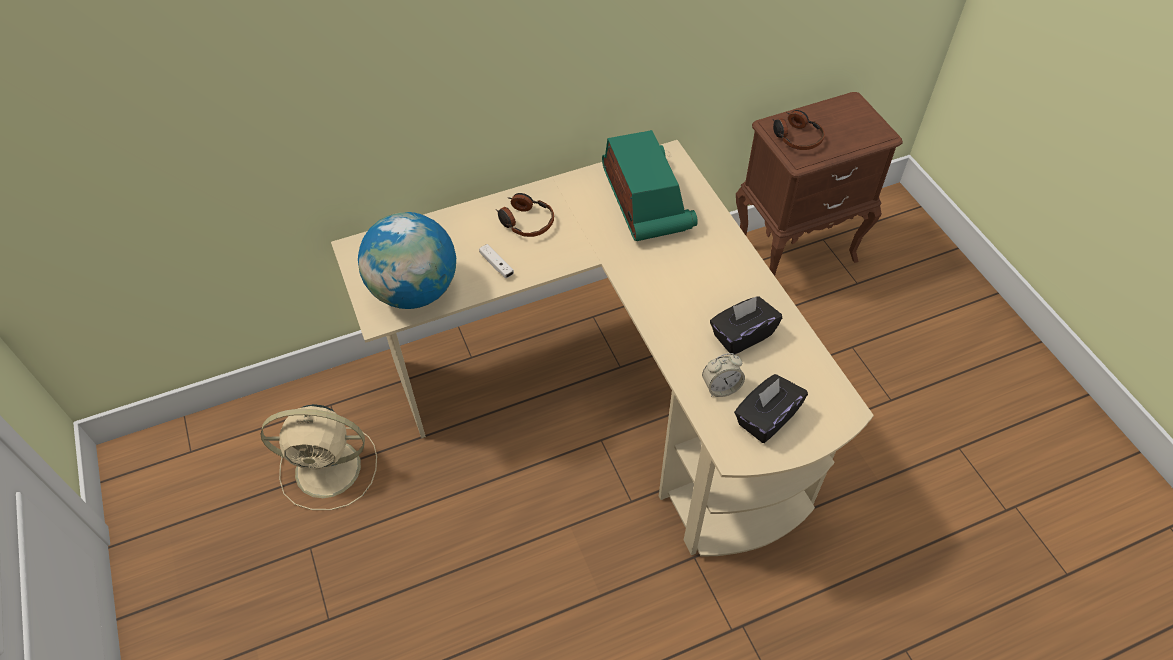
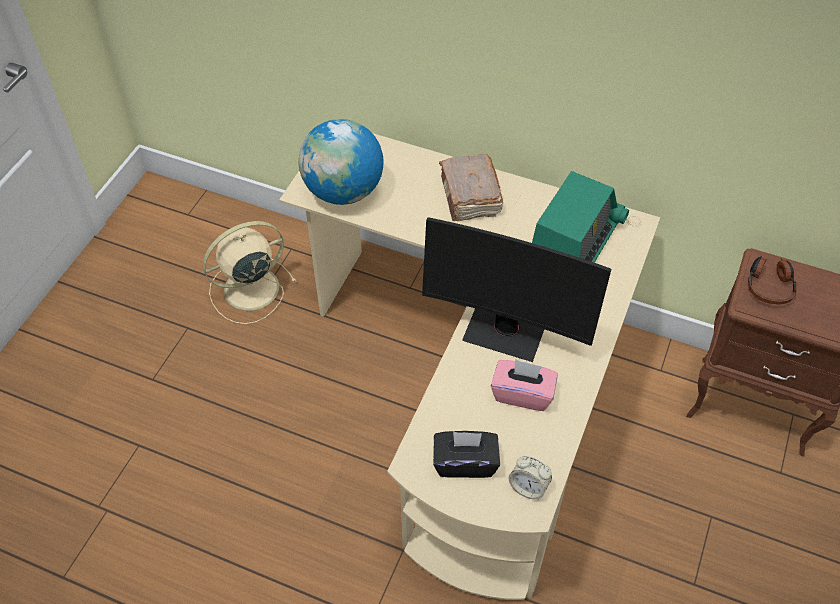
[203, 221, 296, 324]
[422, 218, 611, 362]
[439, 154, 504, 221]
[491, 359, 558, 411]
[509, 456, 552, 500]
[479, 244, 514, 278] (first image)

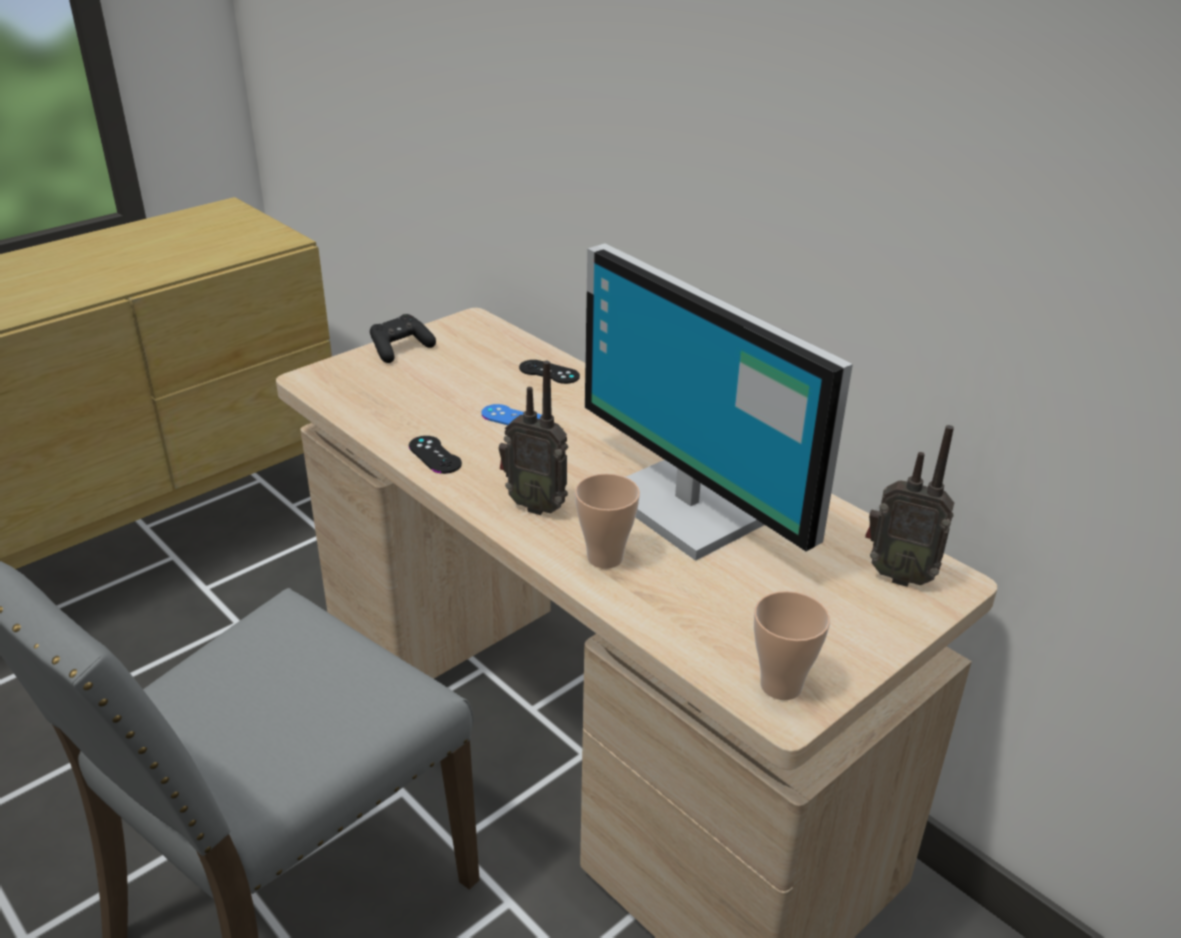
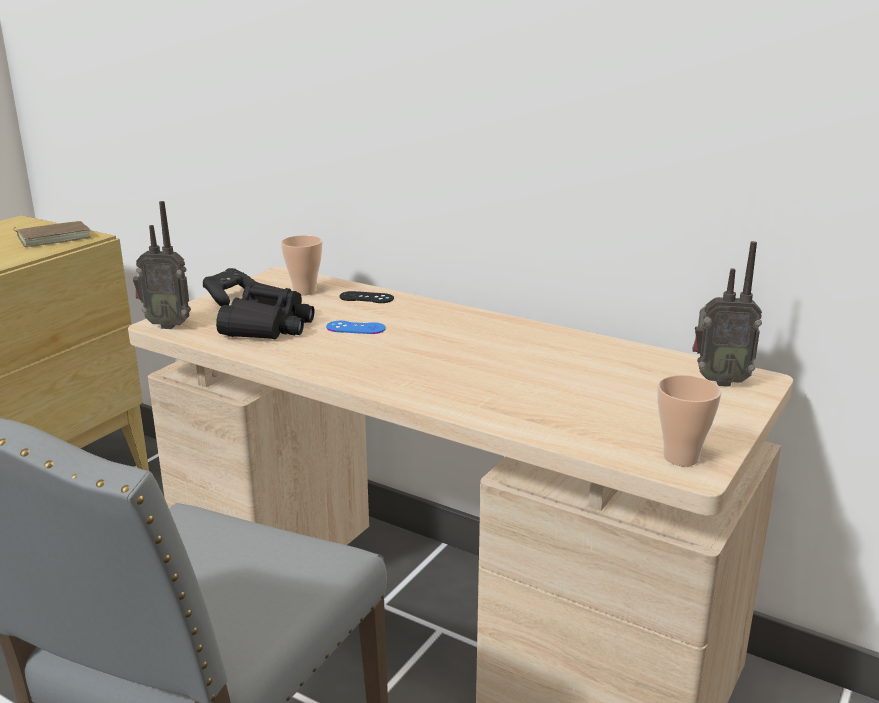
[13, 221, 90, 247]
[133, 201, 191, 329]
[216, 282, 314, 339]
[281, 235, 323, 295]
[409, 436, 462, 474] (first image)
[585, 243, 853, 561] (first image)

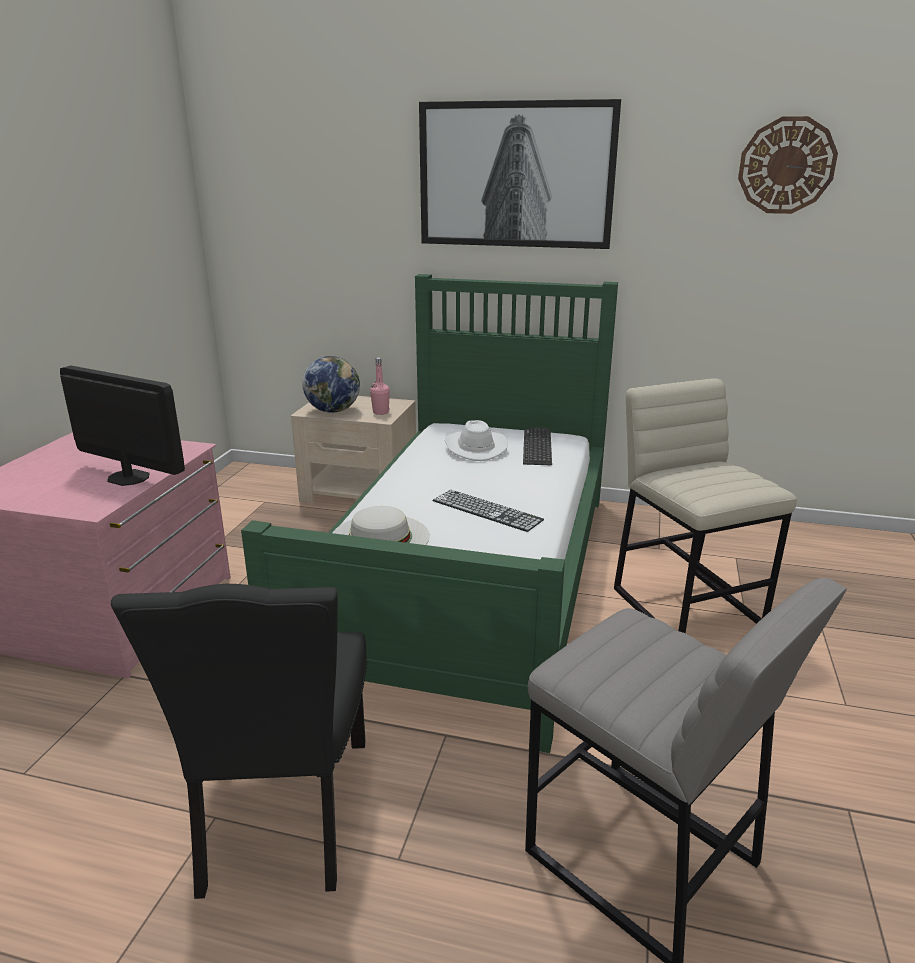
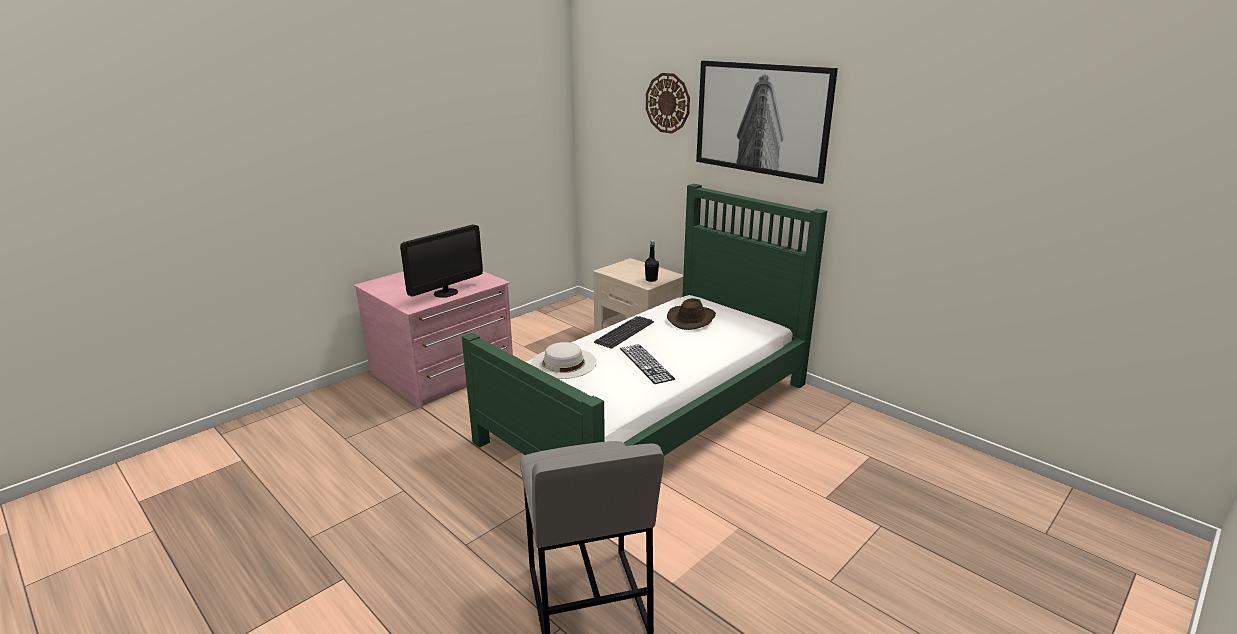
[400, 224, 483, 298]
[594, 316, 654, 348]
[645, 240, 659, 282]
[646, 73, 690, 134]
[667, 298, 716, 330]
[111, 584, 367, 899] (first image)
[302, 356, 360, 413] (first image)
[614, 379, 797, 633] (first image)

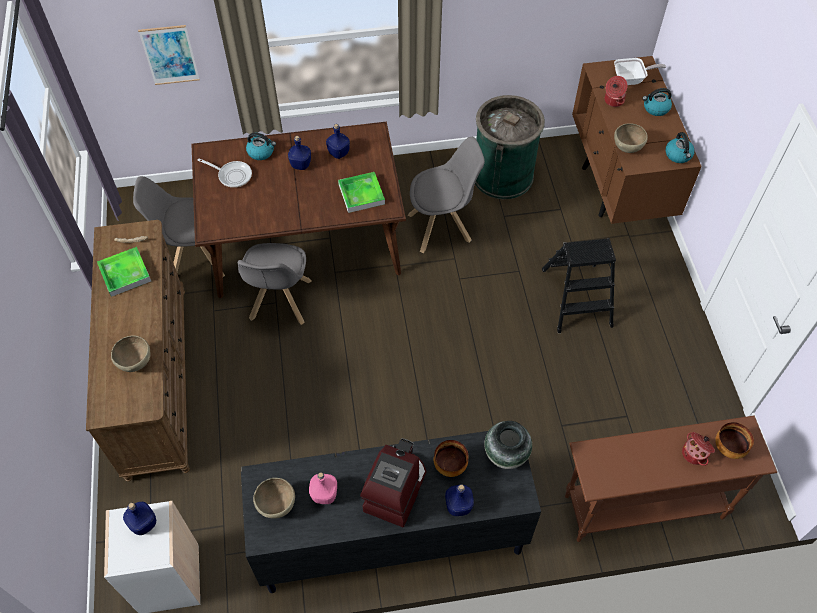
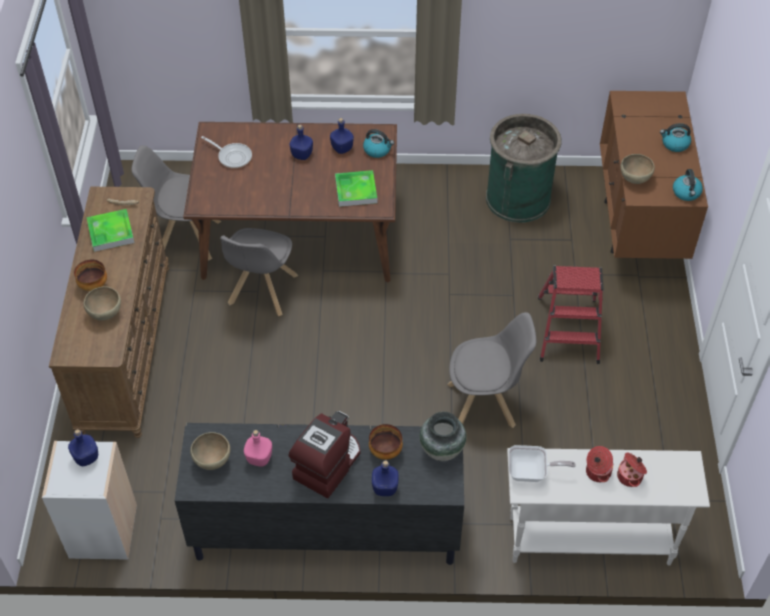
[74, 259, 107, 291]
[363, 129, 394, 158]
[447, 312, 536, 428]
[507, 448, 710, 566]
[509, 445, 576, 482]
[538, 265, 604, 364]
[586, 446, 614, 482]
[138, 25, 200, 85] (first image)

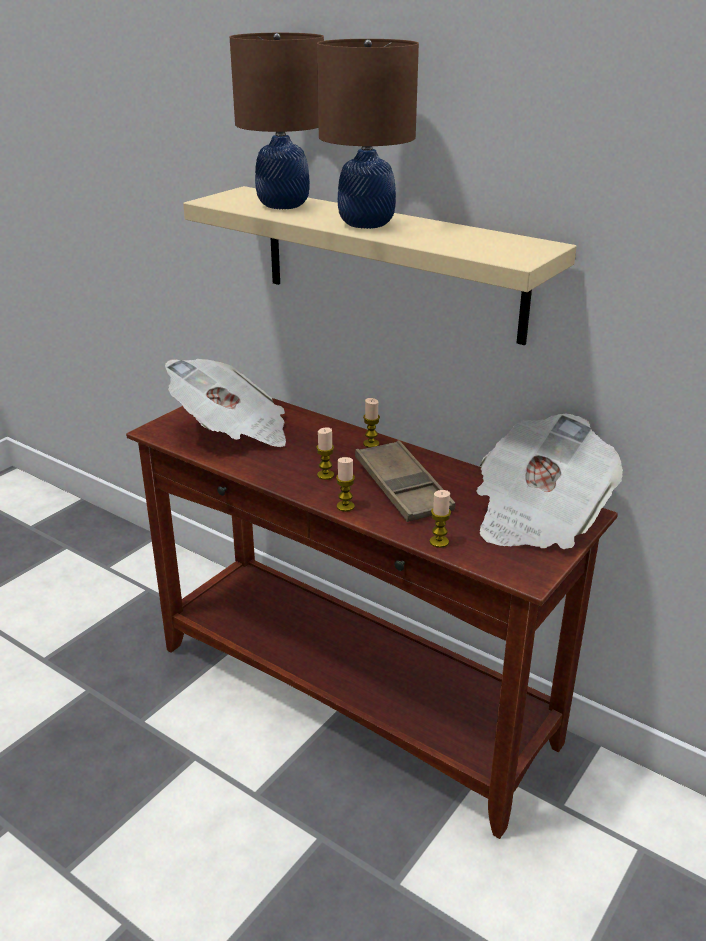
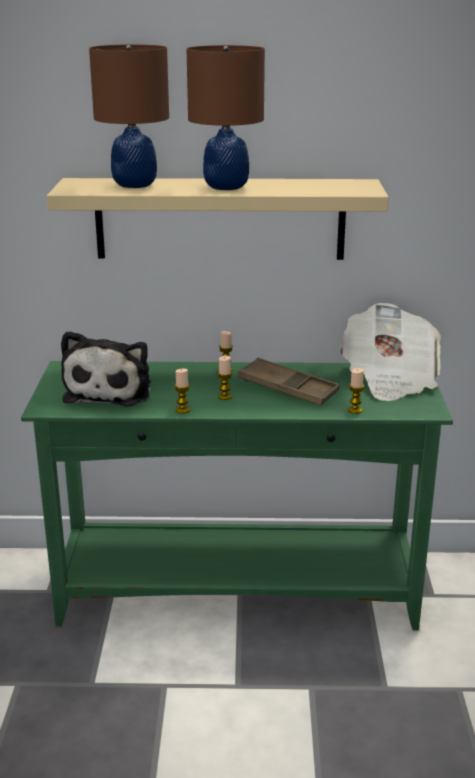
[21, 361, 453, 631]
[61, 331, 151, 407]
[174, 369, 190, 414]

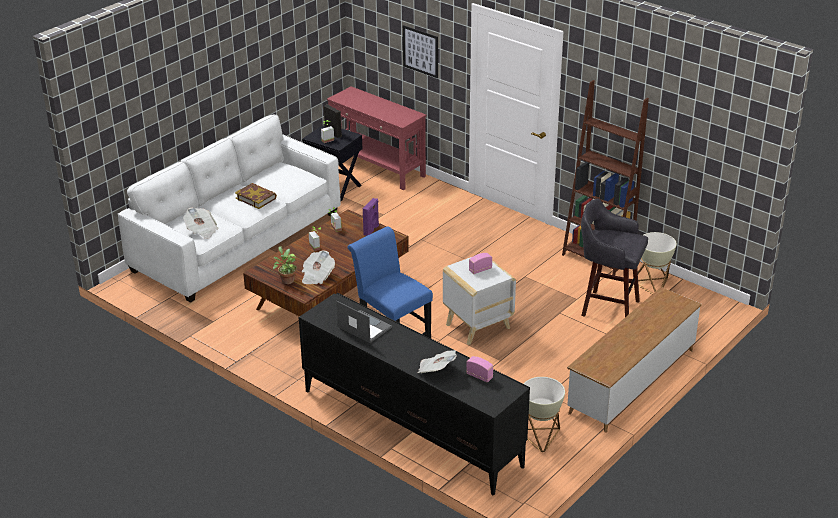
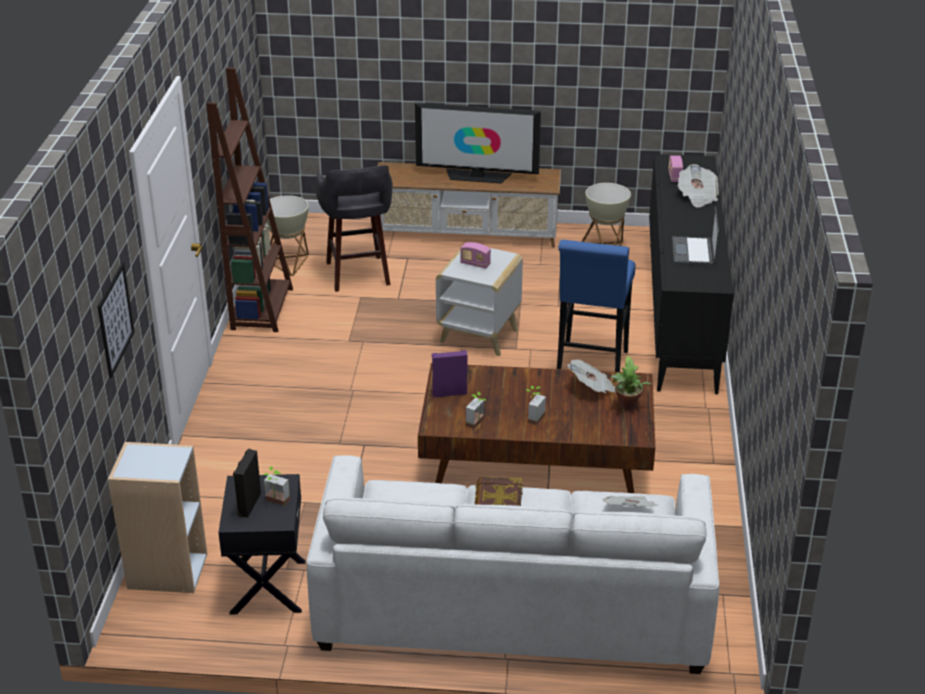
[108, 442, 207, 593]
[415, 103, 541, 183]

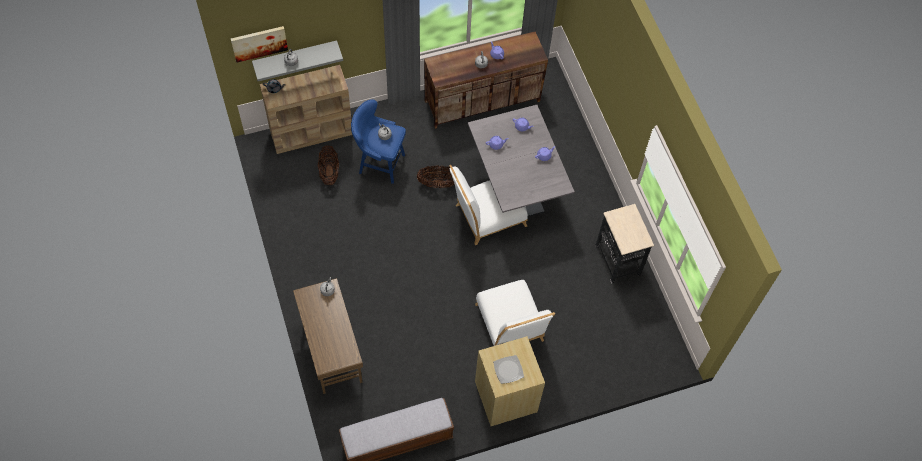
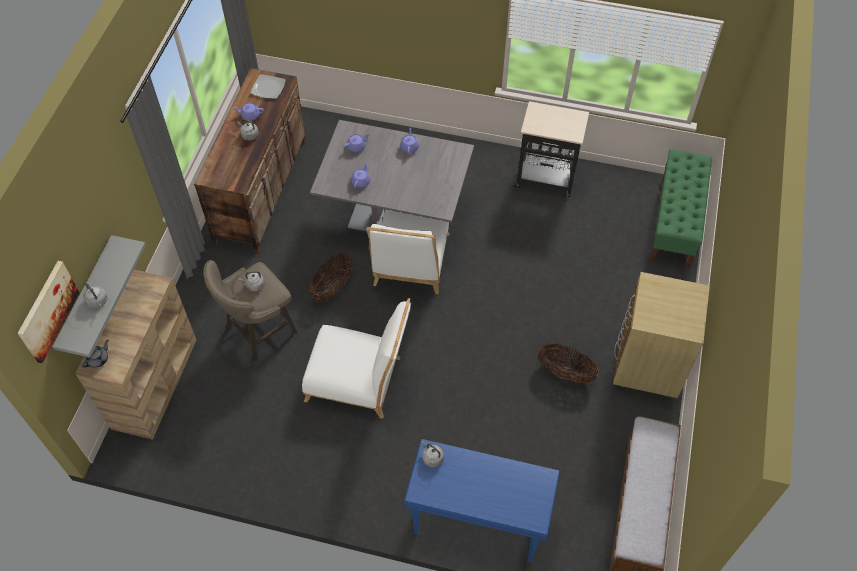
[203, 260, 297, 362]
[251, 74, 286, 99]
[302, 298, 411, 419]
[404, 439, 560, 562]
[538, 343, 599, 383]
[649, 149, 712, 269]

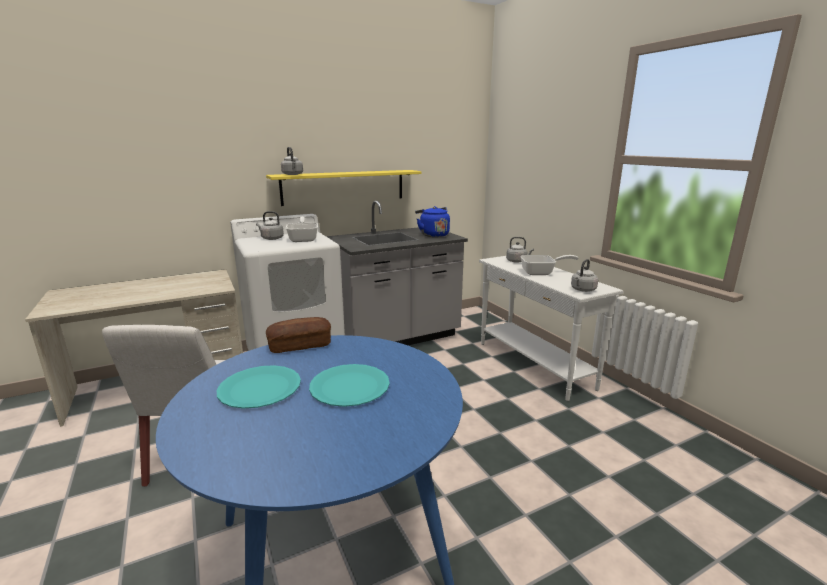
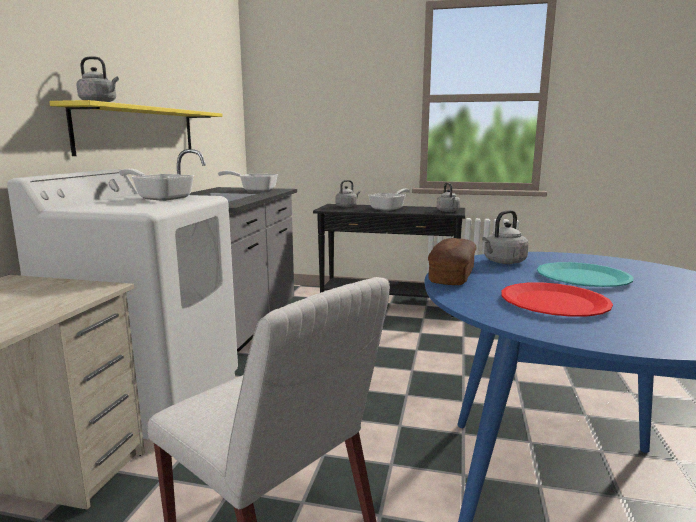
[218, 171, 278, 192]
[313, 204, 465, 318]
[482, 210, 529, 264]
[501, 282, 613, 317]

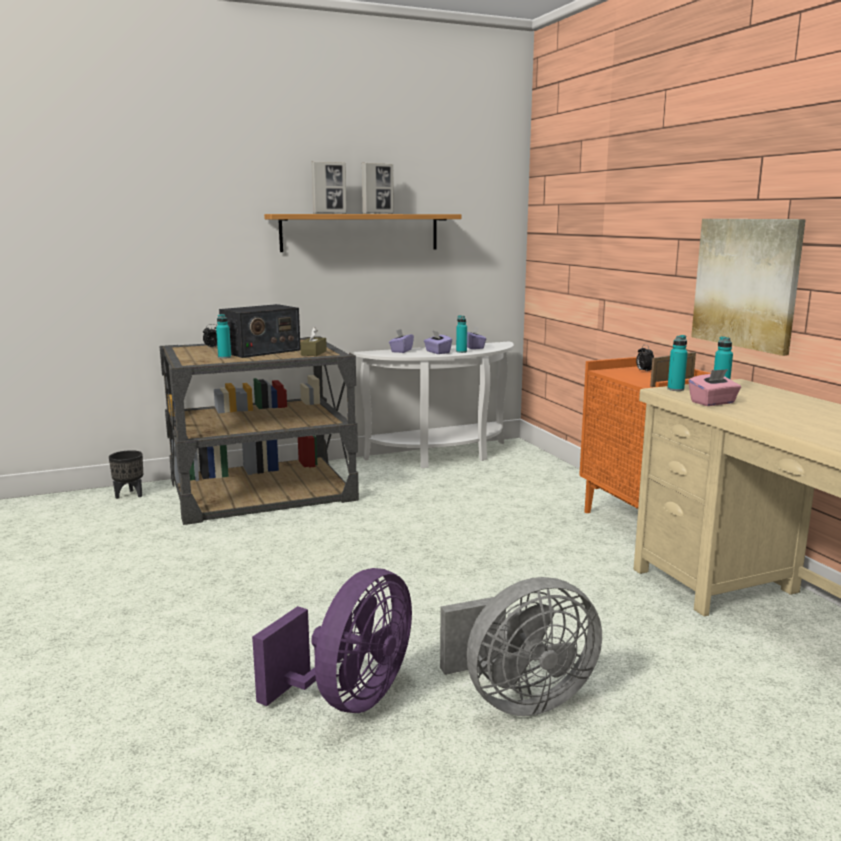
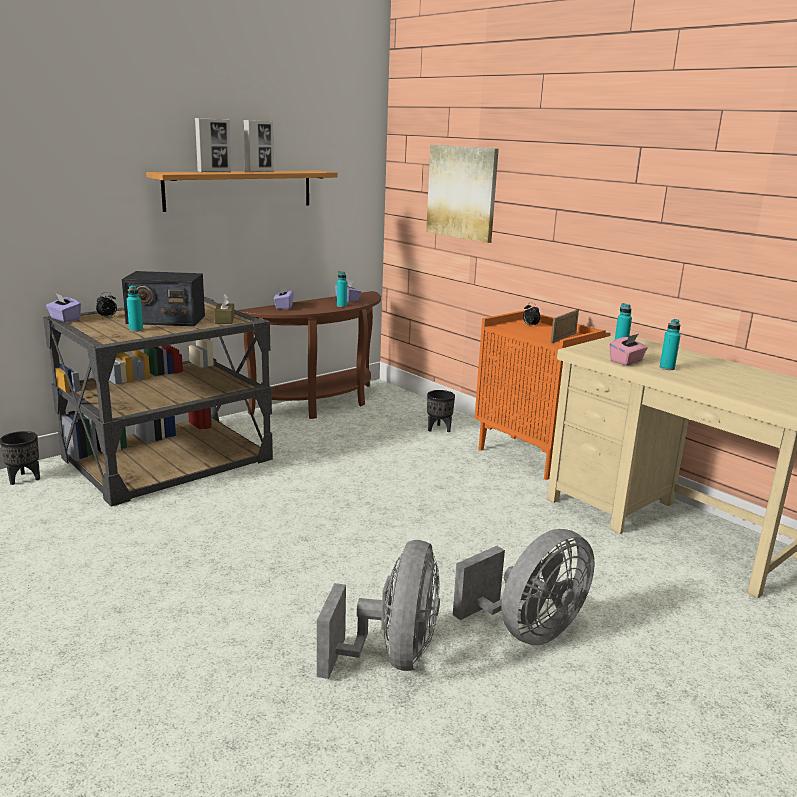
[46, 293, 81, 322]
[122, 271, 205, 326]
[237, 291, 381, 419]
[317, 540, 440, 679]
[426, 145, 499, 243]
[427, 390, 455, 432]
[660, 319, 681, 370]

